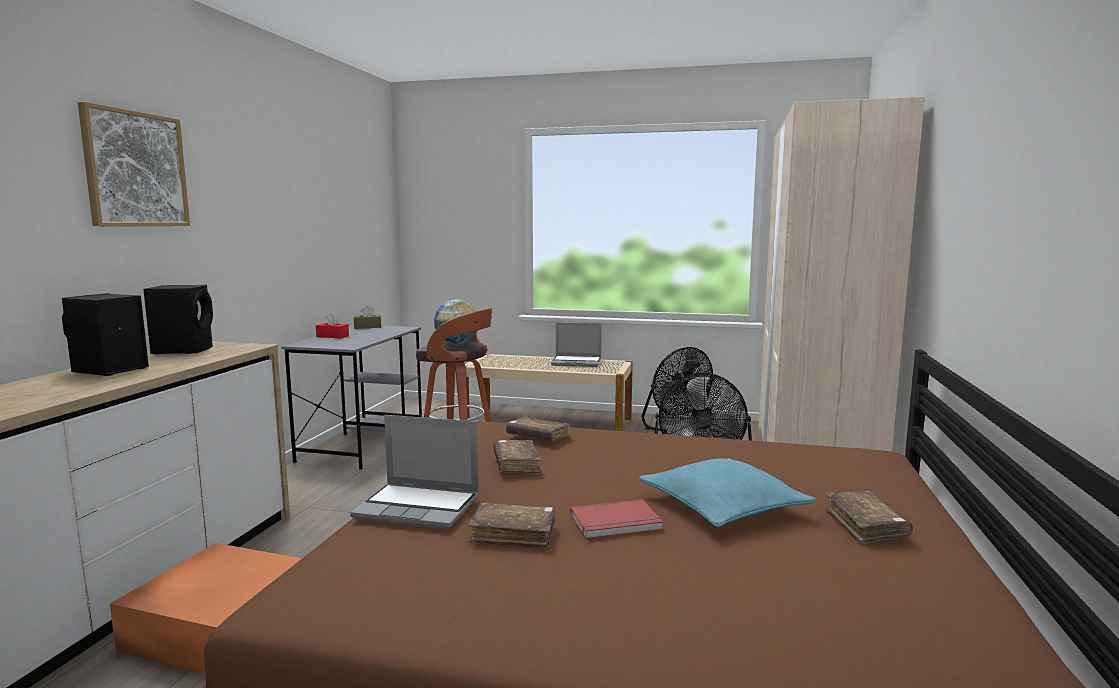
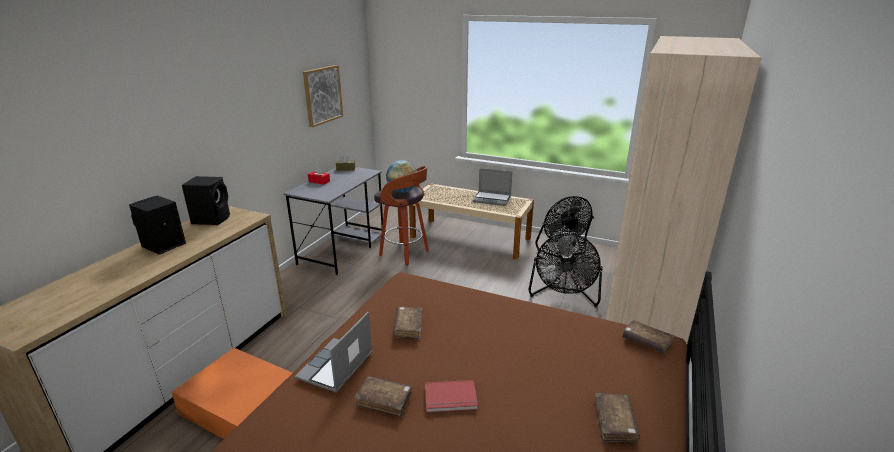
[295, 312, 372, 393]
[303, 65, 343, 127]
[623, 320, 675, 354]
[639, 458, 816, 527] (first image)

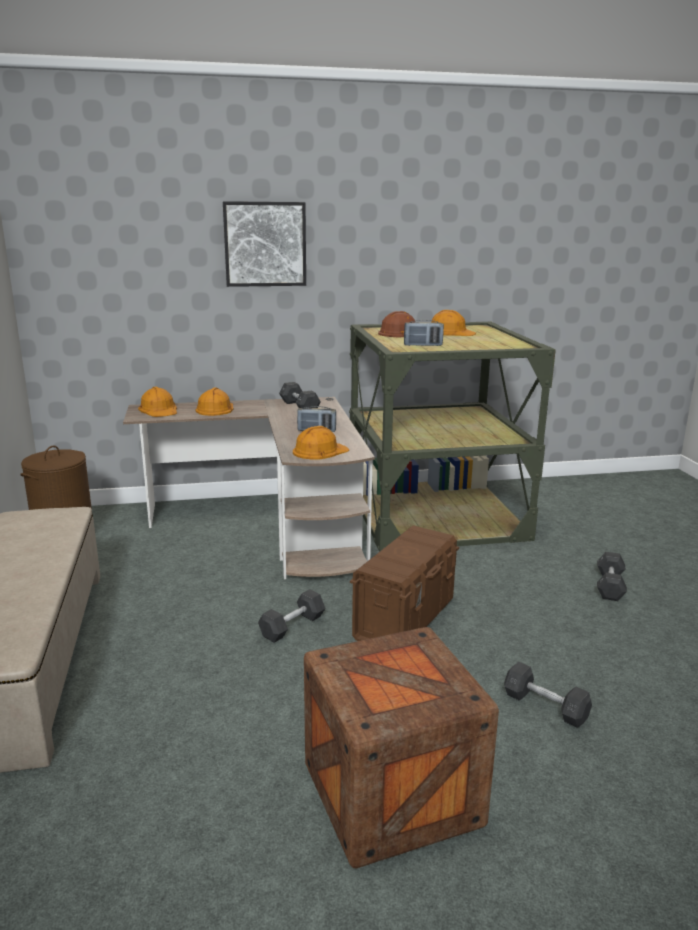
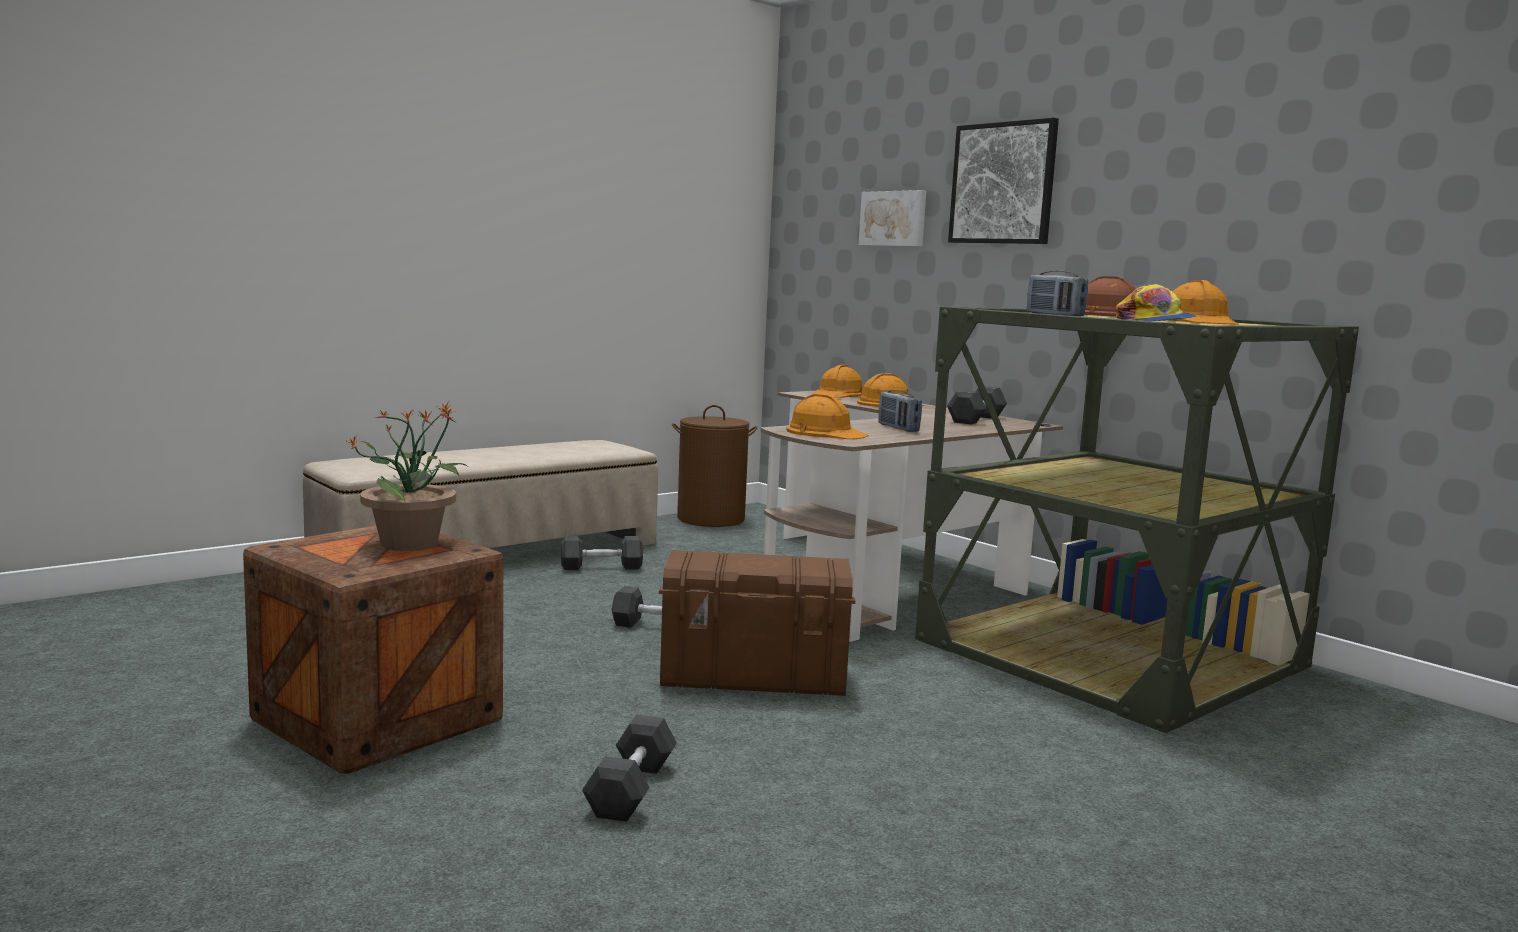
[345, 401, 467, 551]
[561, 536, 643, 570]
[859, 190, 926, 246]
[1115, 284, 1197, 321]

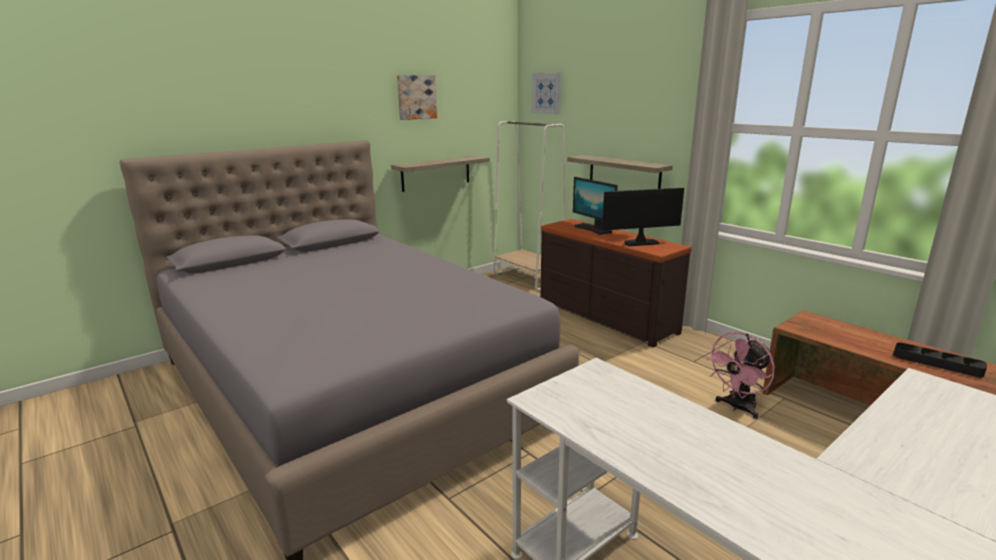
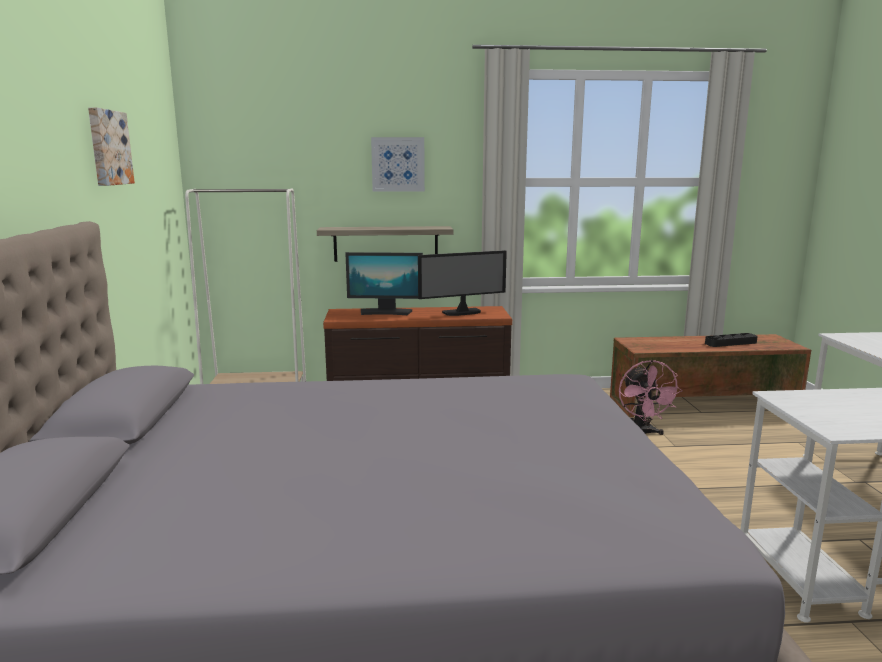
[371, 137, 425, 192]
[418, 250, 507, 316]
[391, 156, 490, 192] (first image)

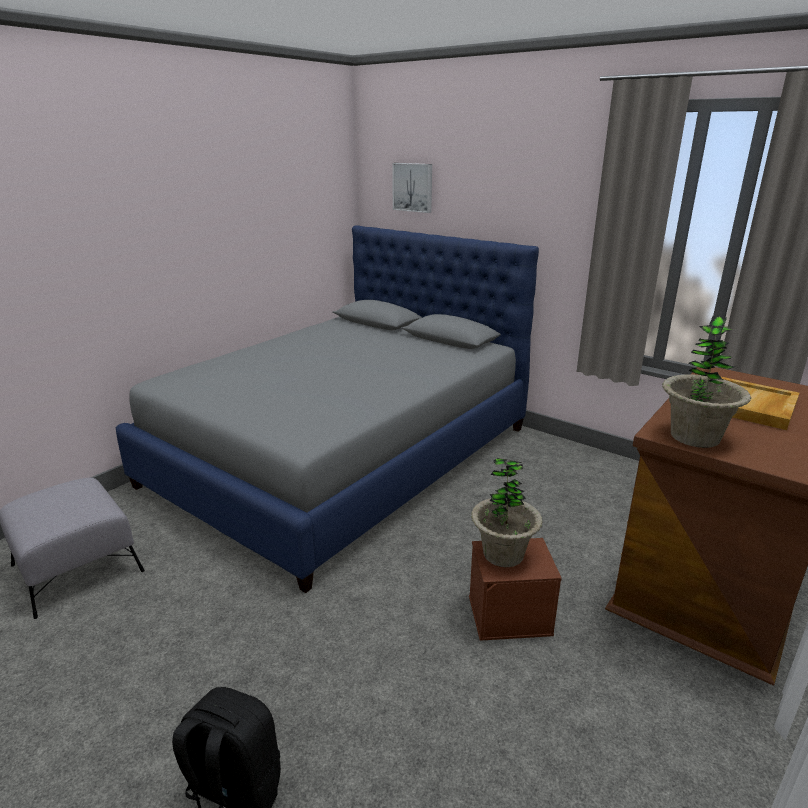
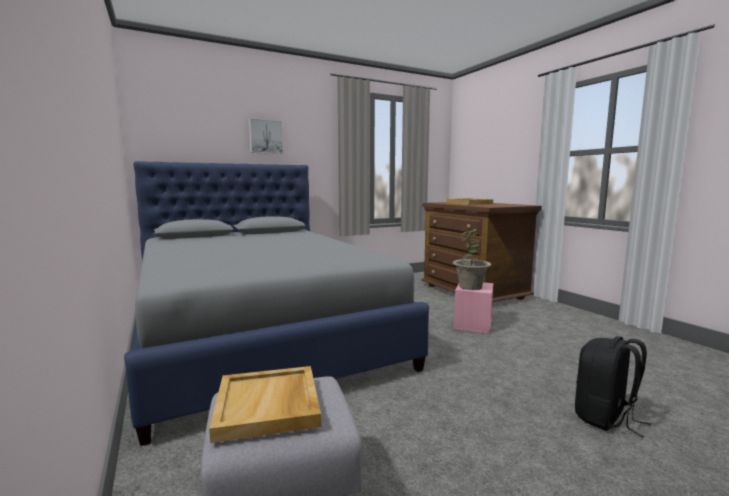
[209, 366, 321, 443]
[249, 118, 284, 154]
[454, 282, 494, 334]
[662, 316, 751, 448] (first image)

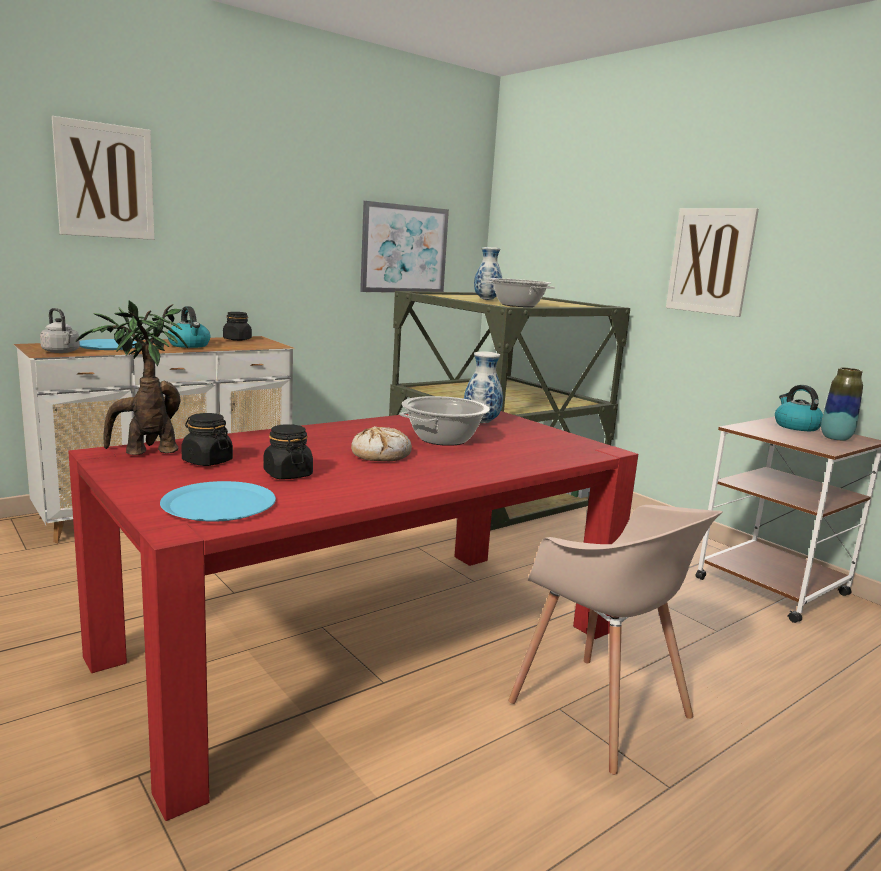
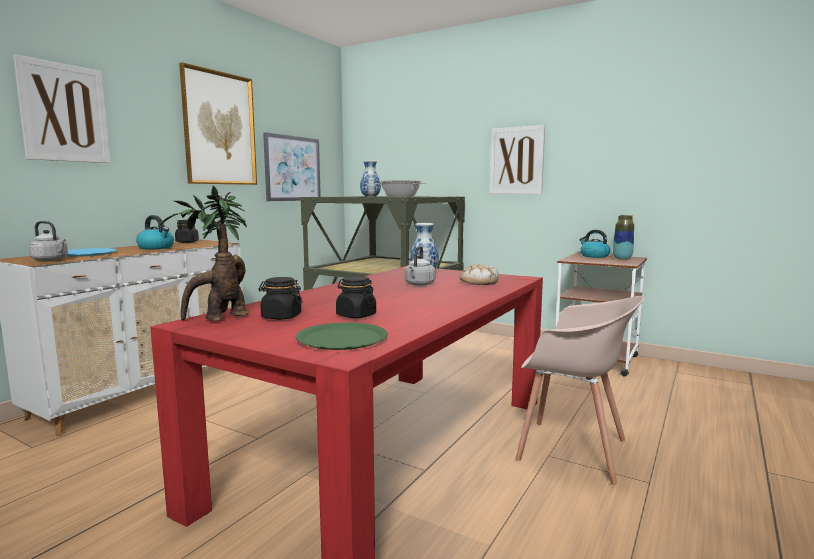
[179, 62, 257, 185]
[296, 322, 388, 350]
[405, 246, 435, 286]
[460, 264, 499, 285]

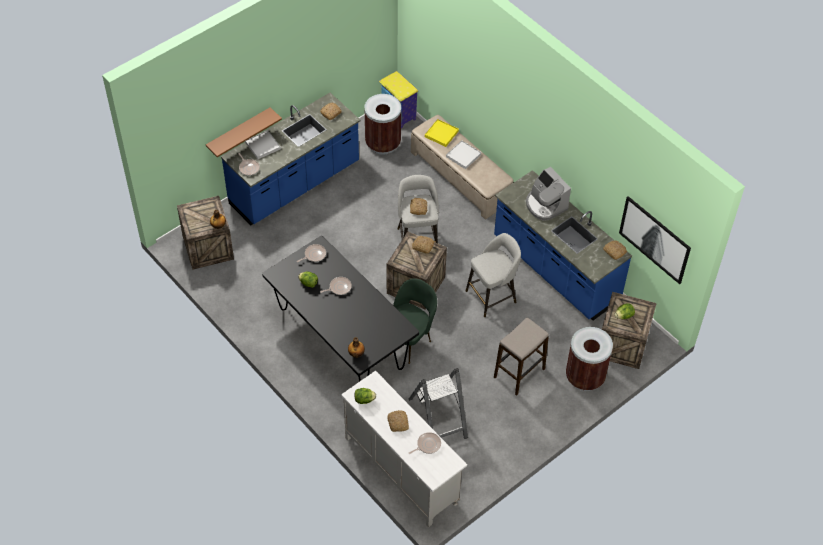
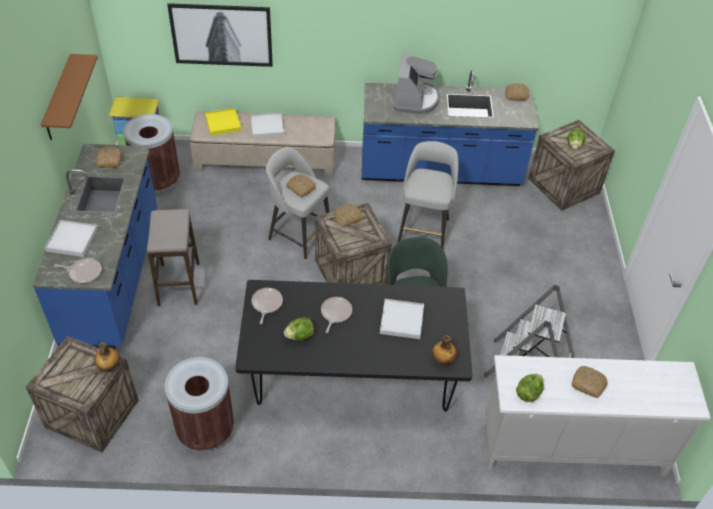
[41, 54, 98, 140]
[147, 209, 199, 306]
[165, 357, 234, 451]
[167, 3, 273, 67]
[380, 299, 424, 339]
[394, 53, 440, 115]
[409, 432, 441, 454] (first image)

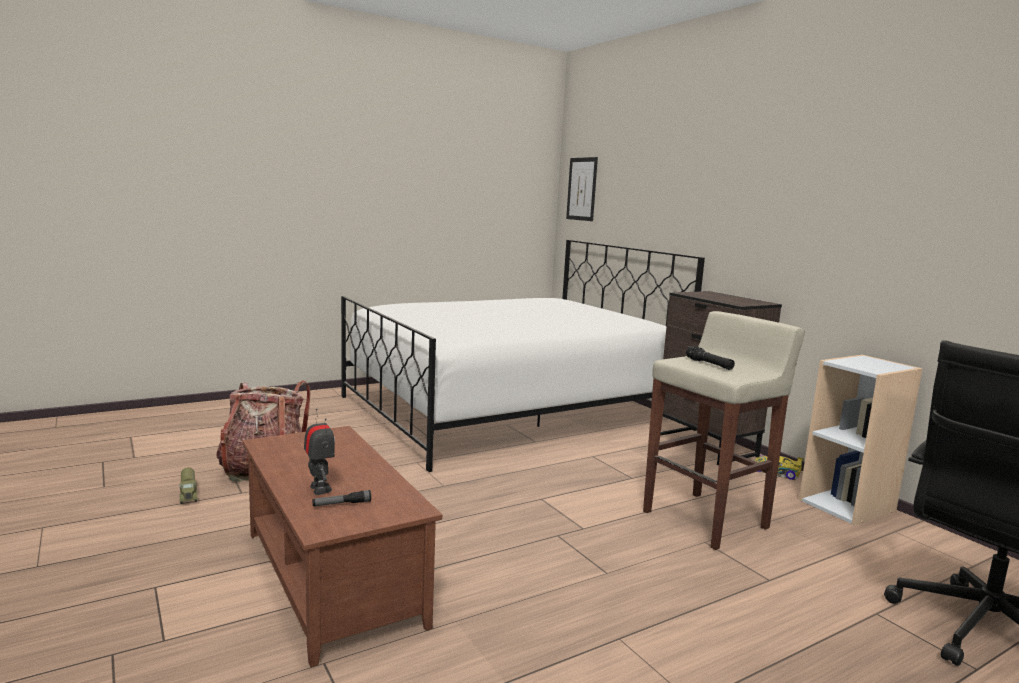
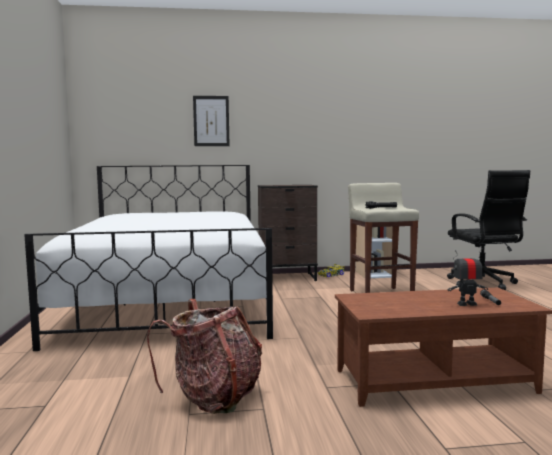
[193, 96, 230, 146]
[179, 467, 198, 504] (first image)

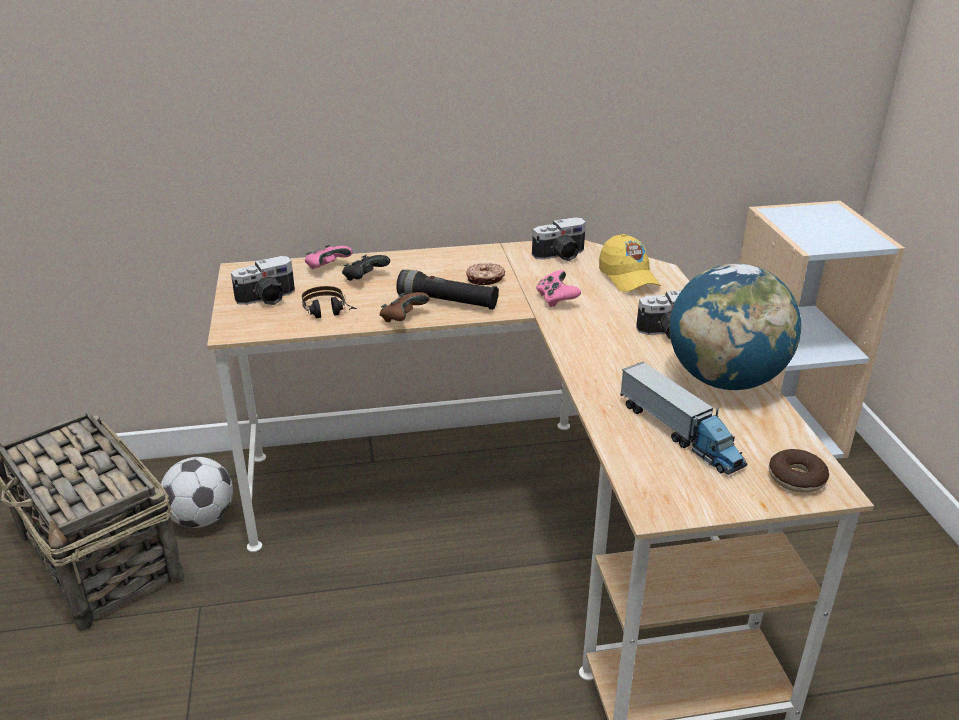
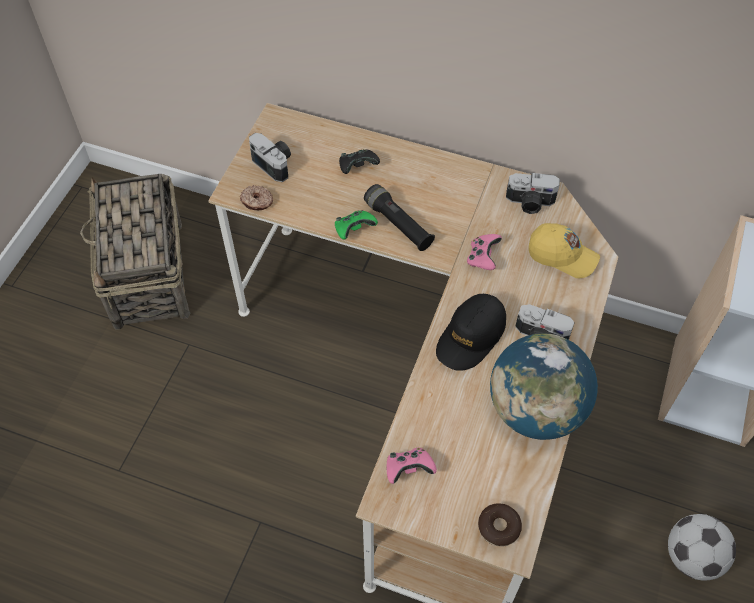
[240, 185, 273, 210]
[249, 133, 291, 182]
[335, 210, 378, 240]
[387, 448, 437, 484]
[436, 294, 506, 371]
[529, 223, 600, 279]
[668, 514, 736, 580]
[302, 286, 357, 318] (first image)
[620, 362, 748, 475] (first image)

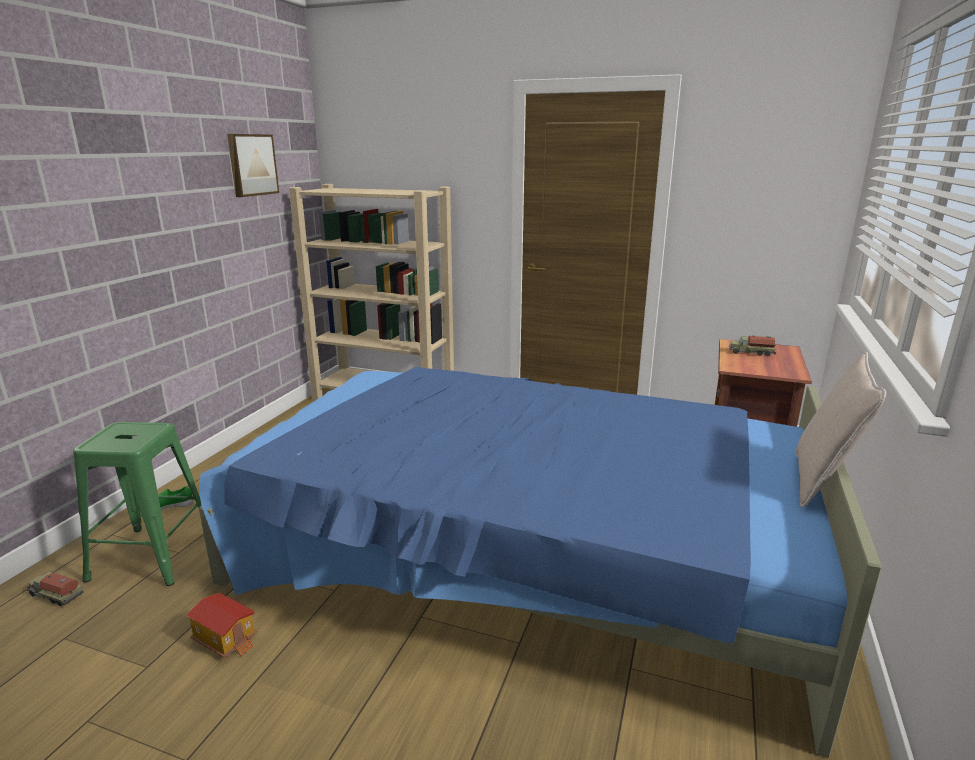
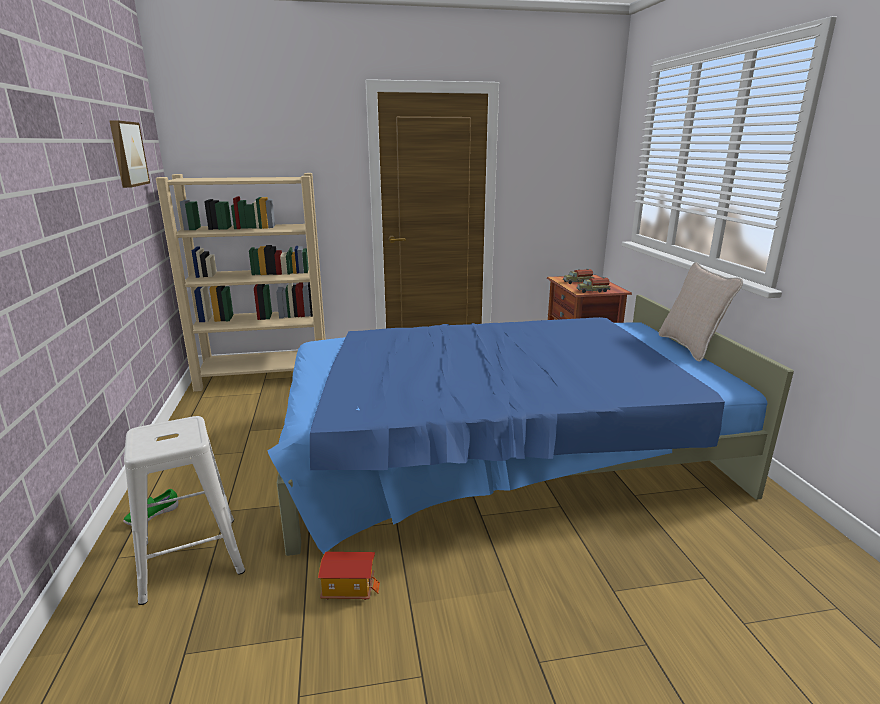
[124, 416, 245, 605]
[576, 277, 610, 293]

